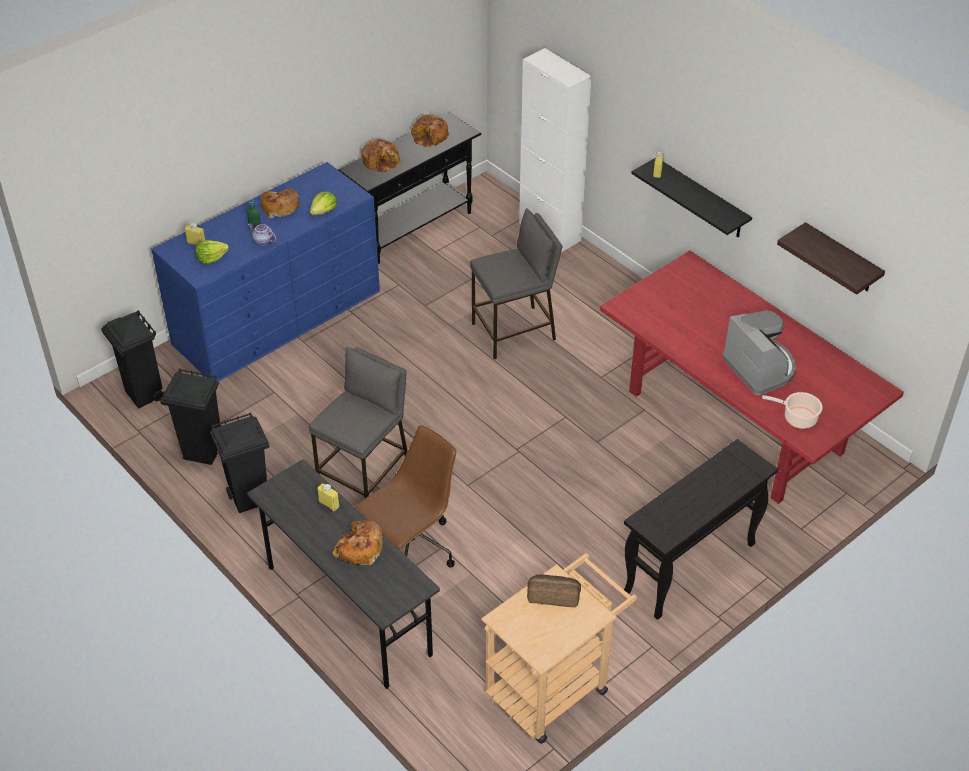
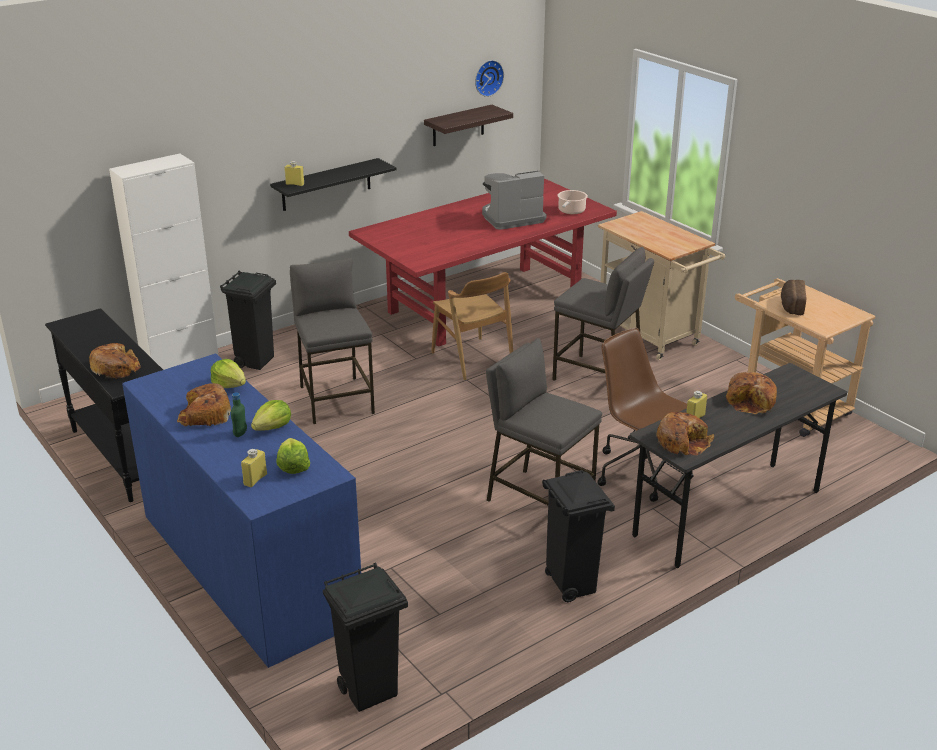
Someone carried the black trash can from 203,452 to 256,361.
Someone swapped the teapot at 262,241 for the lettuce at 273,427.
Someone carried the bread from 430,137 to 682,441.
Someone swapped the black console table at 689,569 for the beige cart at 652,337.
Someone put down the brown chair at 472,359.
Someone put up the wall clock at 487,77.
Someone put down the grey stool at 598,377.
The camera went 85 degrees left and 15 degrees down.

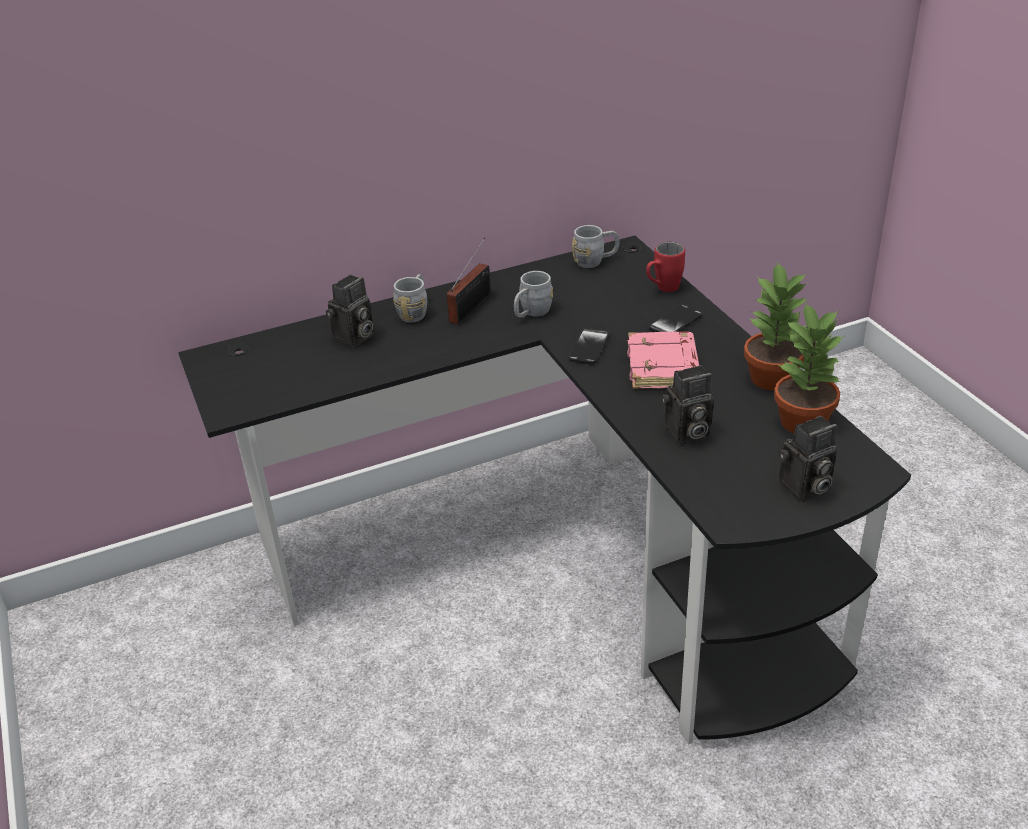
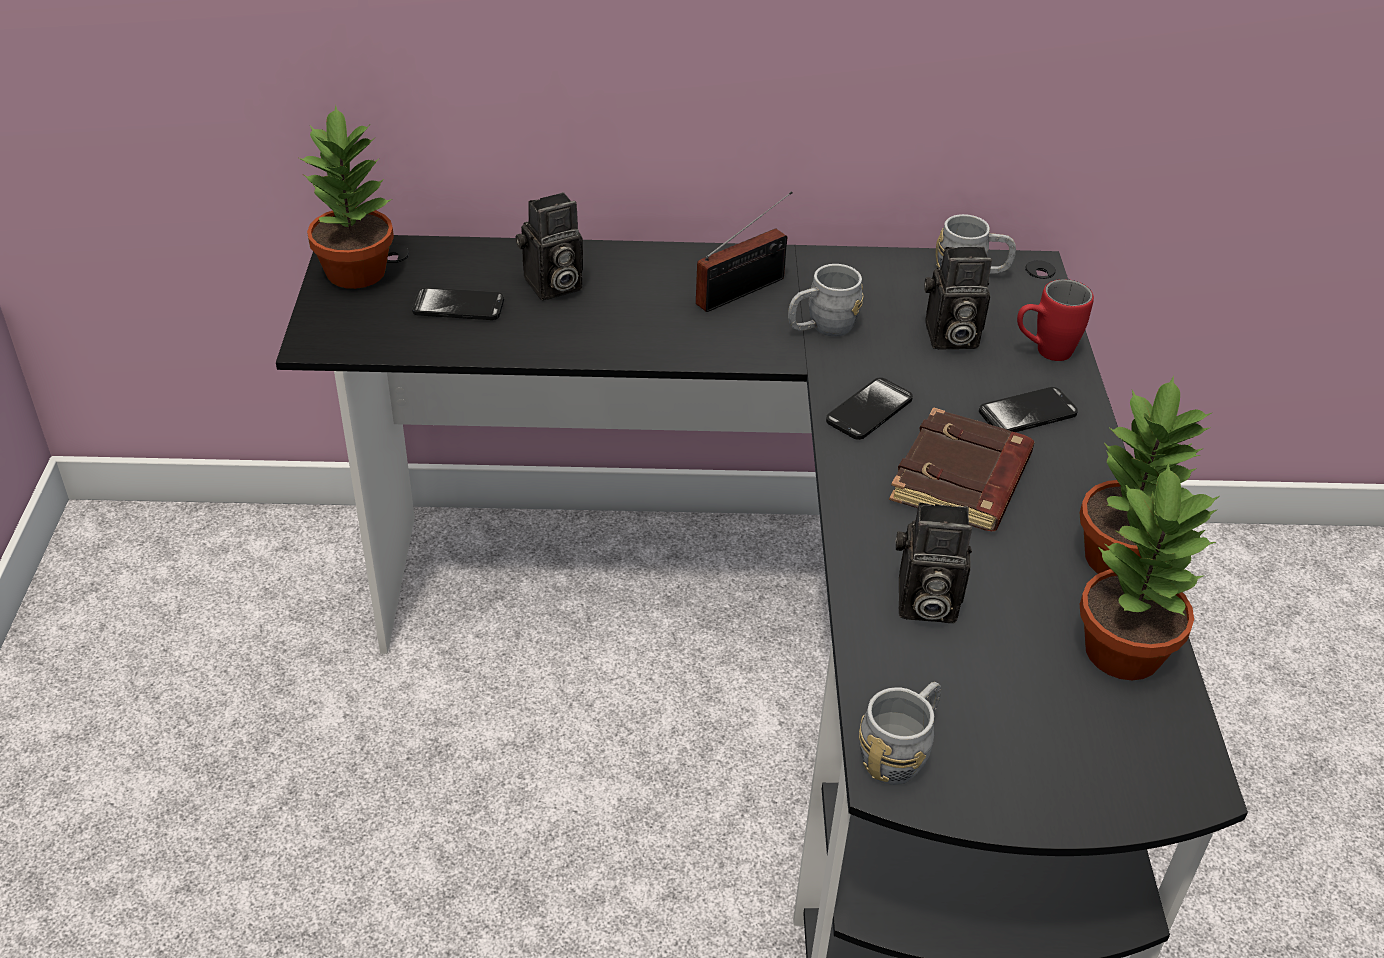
Someone carried the grey mug from 415,312 to 901,753.
Someone repainted the pink book at 664,367, which became the brown book at 962,481.
Someone carried the photo camera from 804,489 to 949,338.
Someone put down the potted plant at 357,271.
Someone put down the phone at 458,306.
The camera went 20 degrees right and 5 degrees up.

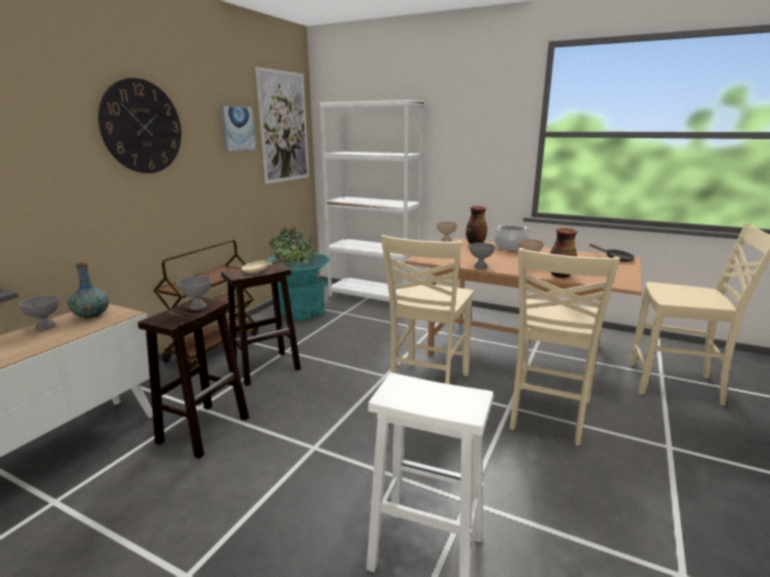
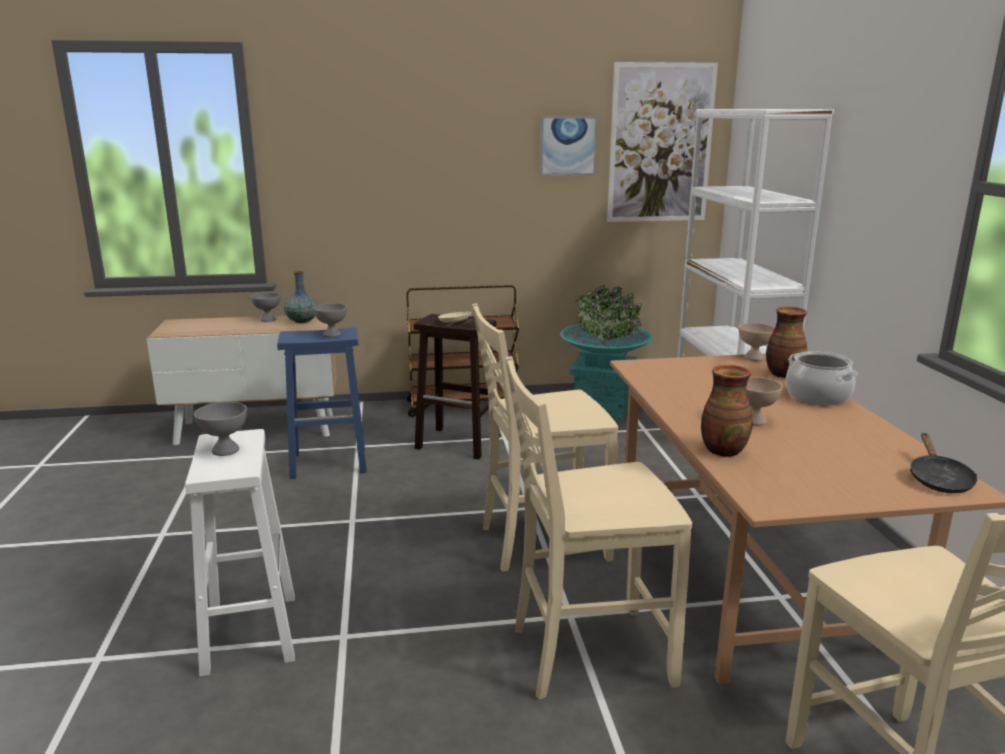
Someone took away the wall clock at 142,127.
Someone repainted the brown stool at 204,429, which became the blue stool at 330,462.
Someone carried the grey bowl from 481,266 to 225,451.
The camera went 55 degrees right and 0 degrees up.

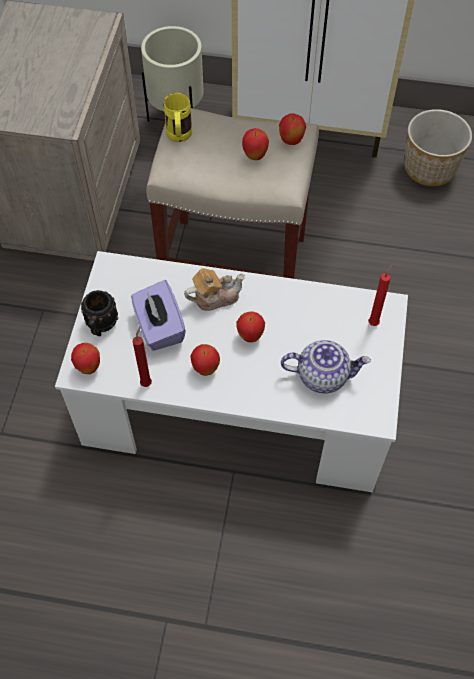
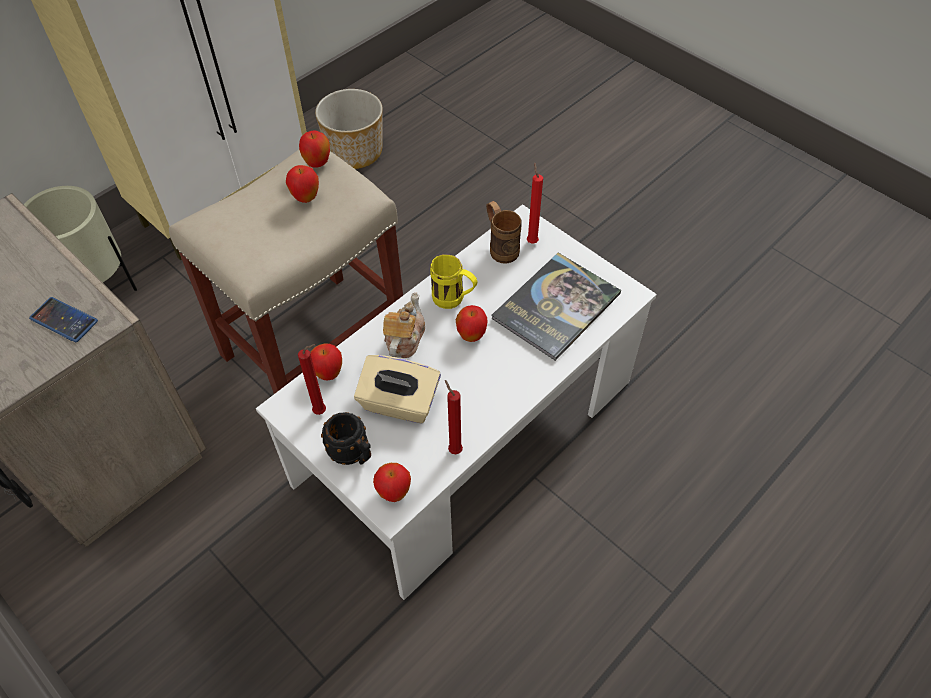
Someone repainted the purple tissue box at 159,327, which became the beige tissue box at 399,403.
Someone carried the yellow mug from 179,138 to 454,300.
Someone carried the apple from 205,369 to 328,374.
Someone swapped the teapot at 323,375 for the book at 556,306.
Someone put down the phone at 64,320.
Someone put down the red candle at 322,411.
Someone put down the brown mug at 500,247.
The camera went 55 degrees left and 5 degrees down.

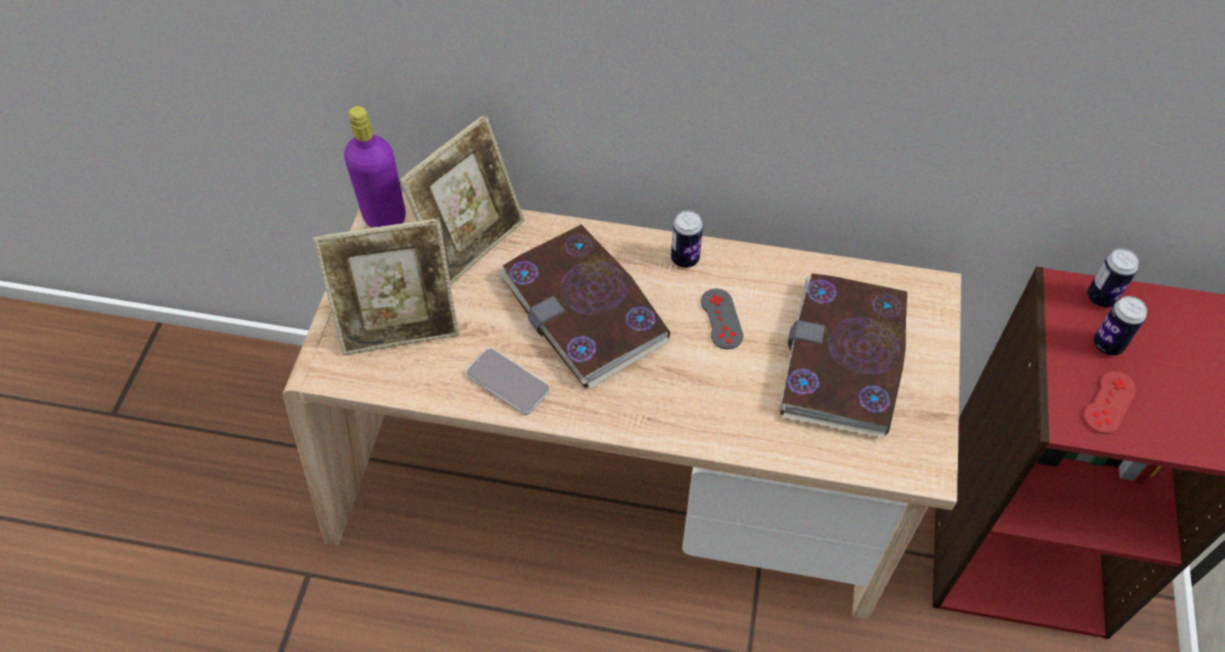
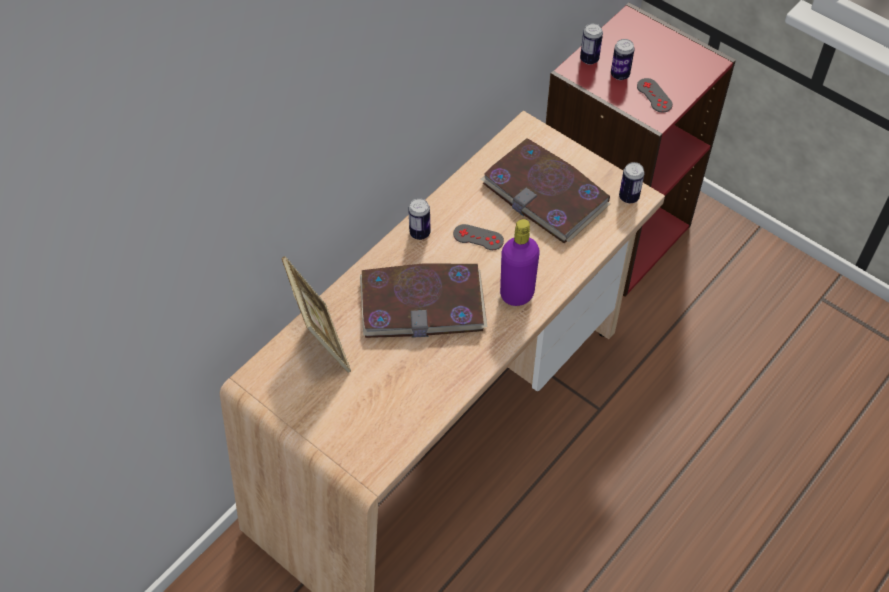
Someone took away the picture frame at 400,327.
Someone carried the purple bottle from 385,217 to 517,294.
Someone took away the phone at 507,382.
Someone repainted the red game controller at 1109,402, which became the grey game controller at 654,95.
Someone put down the can at 629,197.
The camera went 60 degrees left and 0 degrees up.

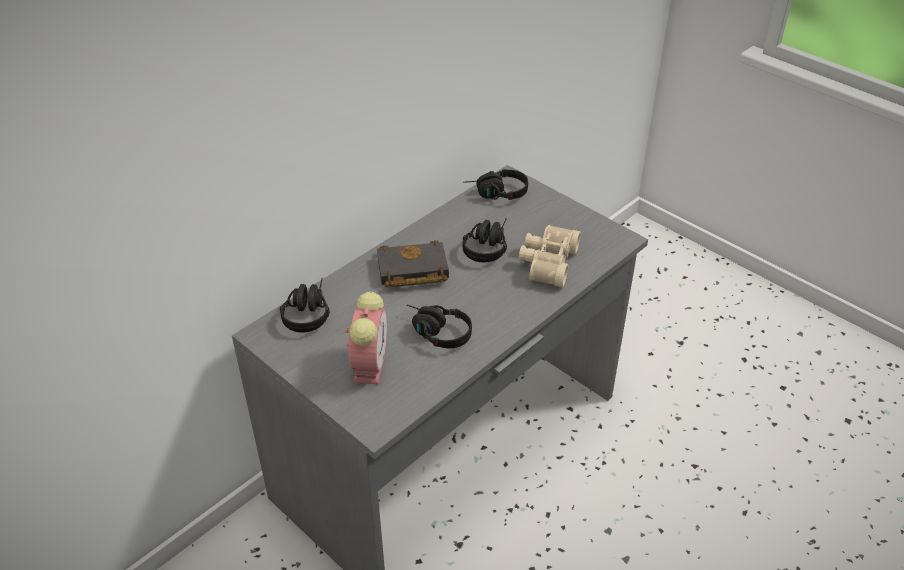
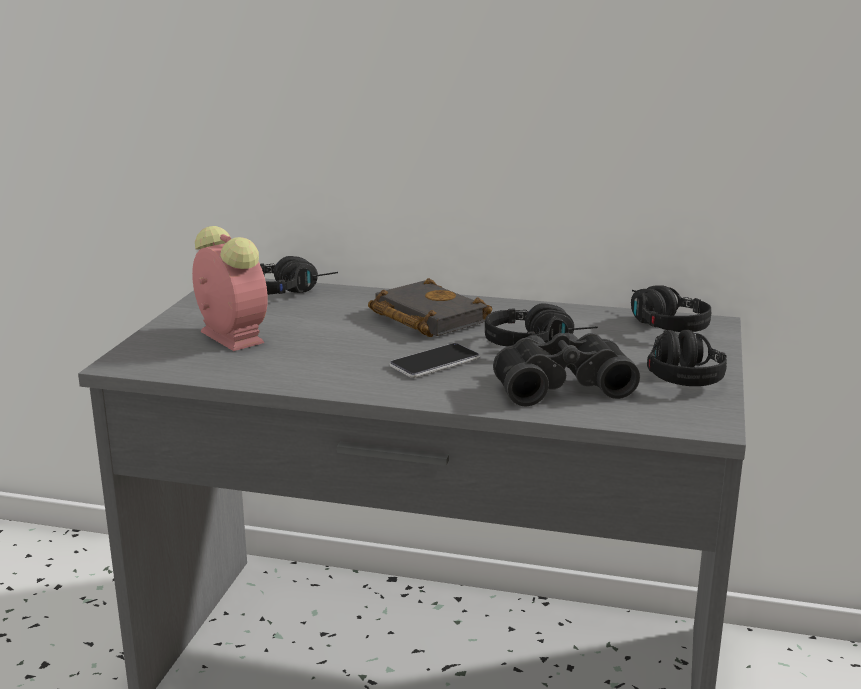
Someone rotated the alarm clock at 369,363 by 105 degrees counterclockwise.
Someone carried the black headphones from 435,332 to 679,372.
Someone repainted the beige binoculars at 546,262, which became the black binoculars at 560,384.
Someone put down the phone at 435,362.
The camera went 60 degrees right and 20 degrees down.

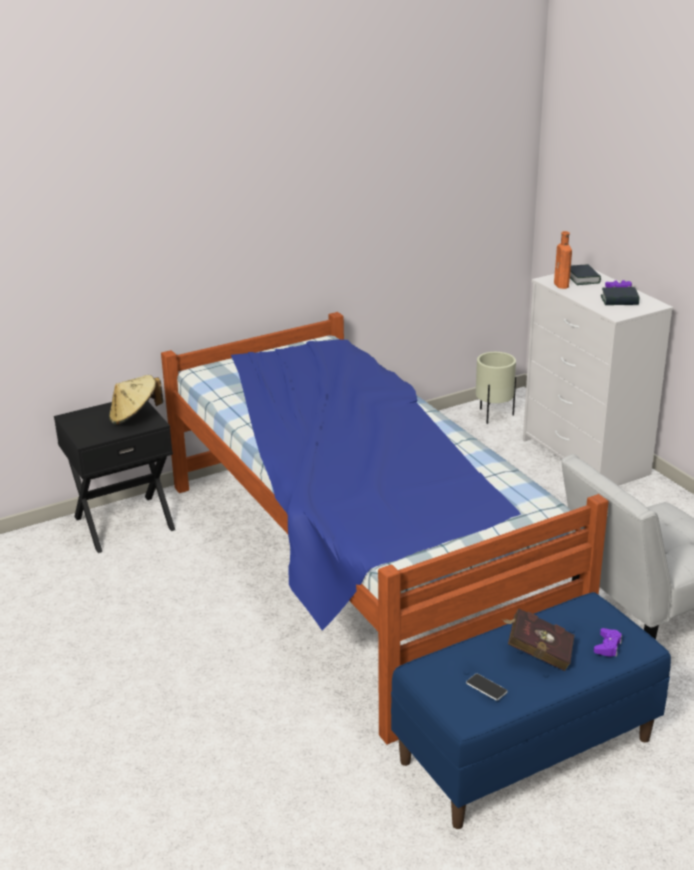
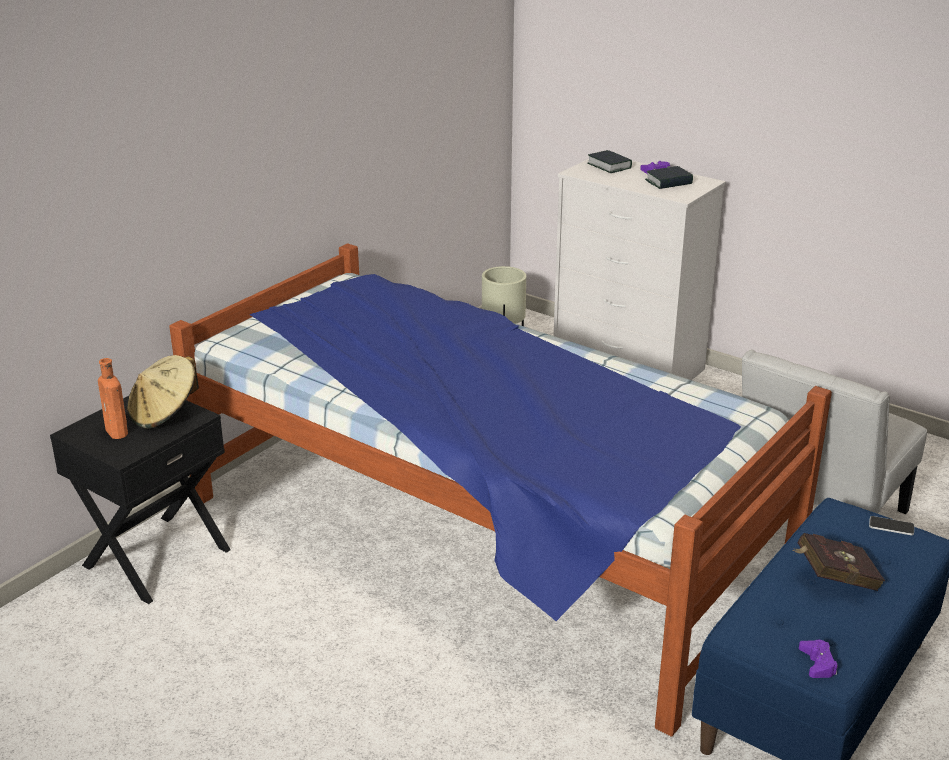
Someone carried the phone from 486,687 to 891,526.
Someone carried the orange bottle from 561,285 to 117,432.
Someone carried the purple game controller from 608,646 to 817,663.
The camera went 25 degrees left and 0 degrees up.

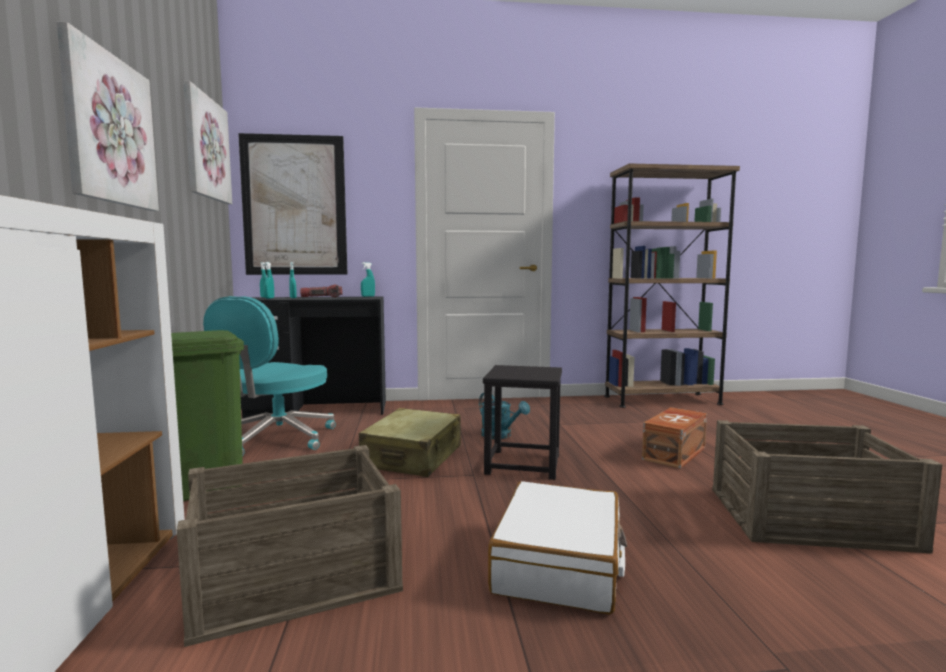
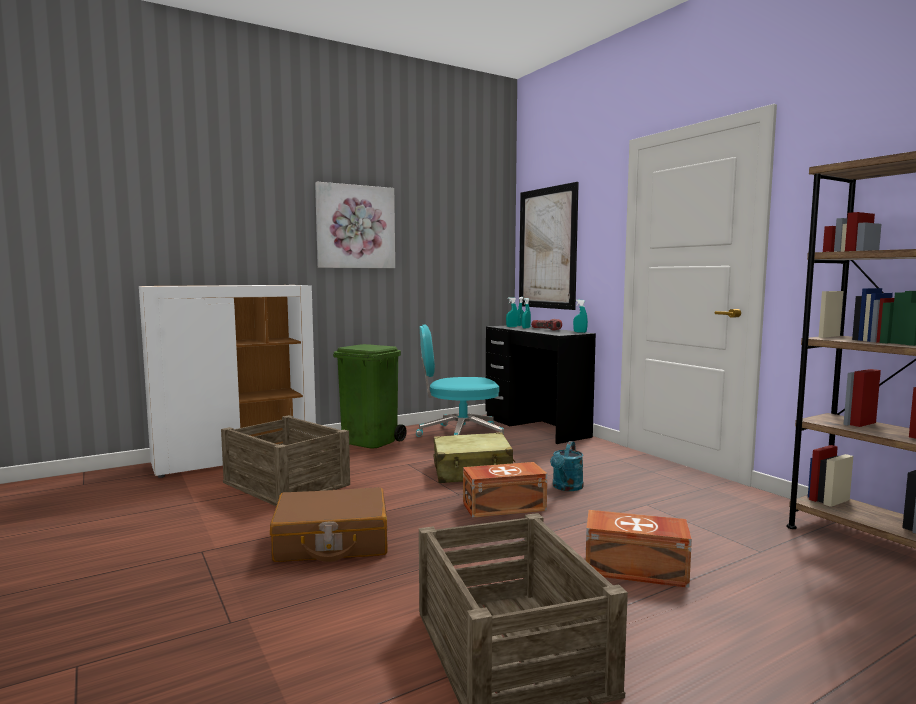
Someone took away the picture at 206,148.
Someone swapped the black stool at 522,464 for the brown storage box at 502,506.
Someone repainted the white suitcase at 560,564, which became the brown suitcase at 331,541.
The camera went 65 degrees right and 0 degrees up.

